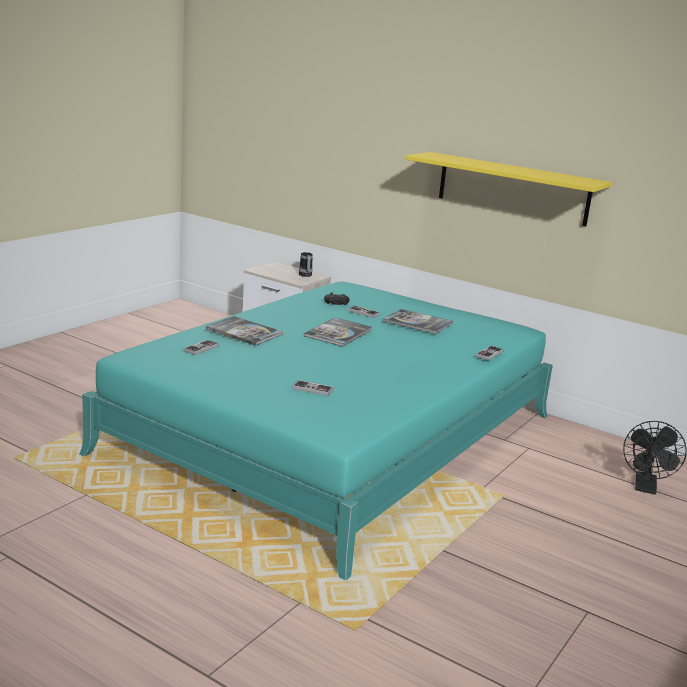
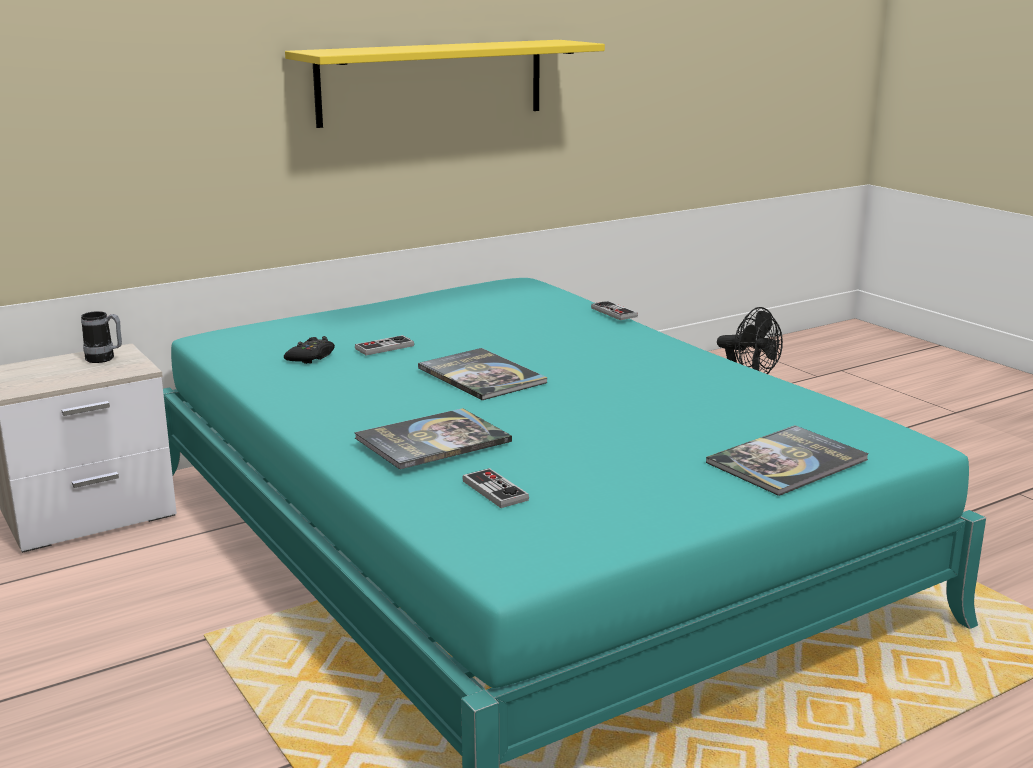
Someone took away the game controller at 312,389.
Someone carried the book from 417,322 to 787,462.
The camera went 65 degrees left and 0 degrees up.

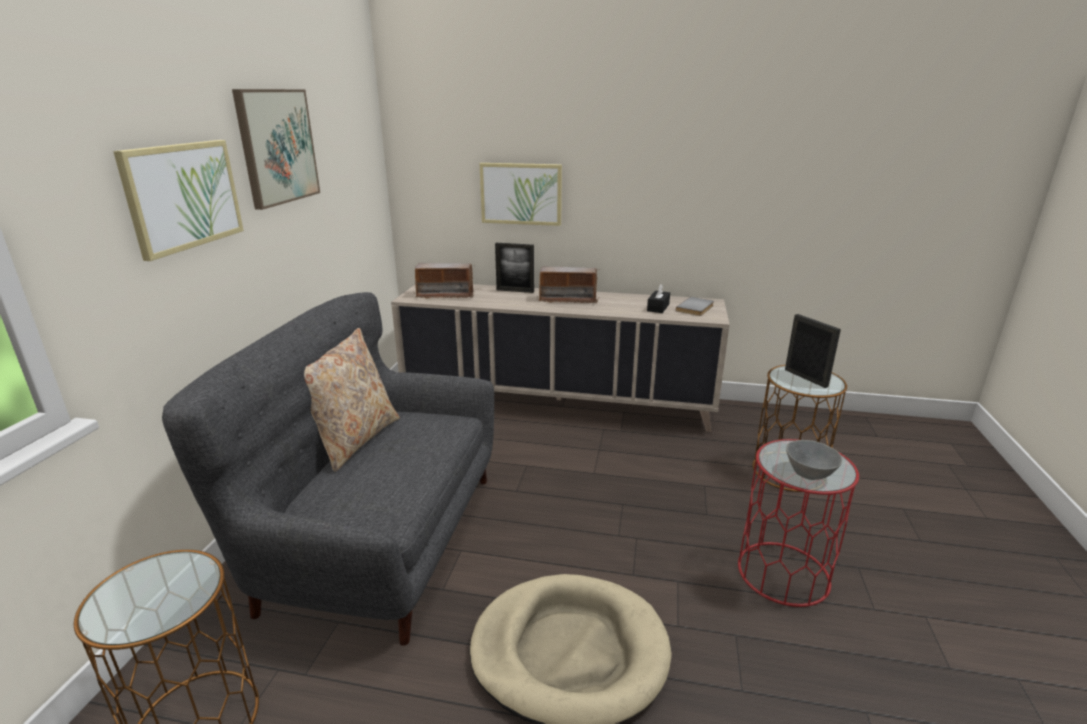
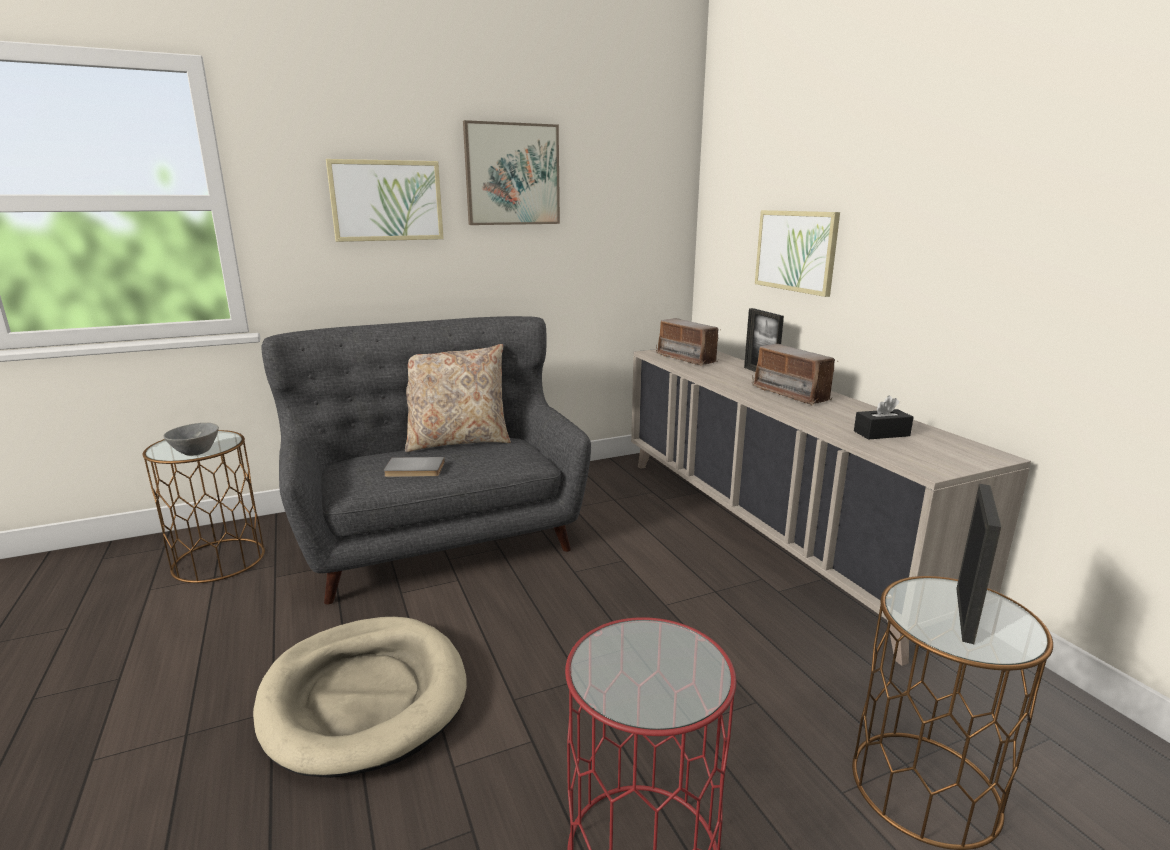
Someone carried the grey book from 696,308 to 414,470.
Someone carried the grey bowl from 809,474 to 194,452.
The camera went 55 degrees right and 5 degrees down.

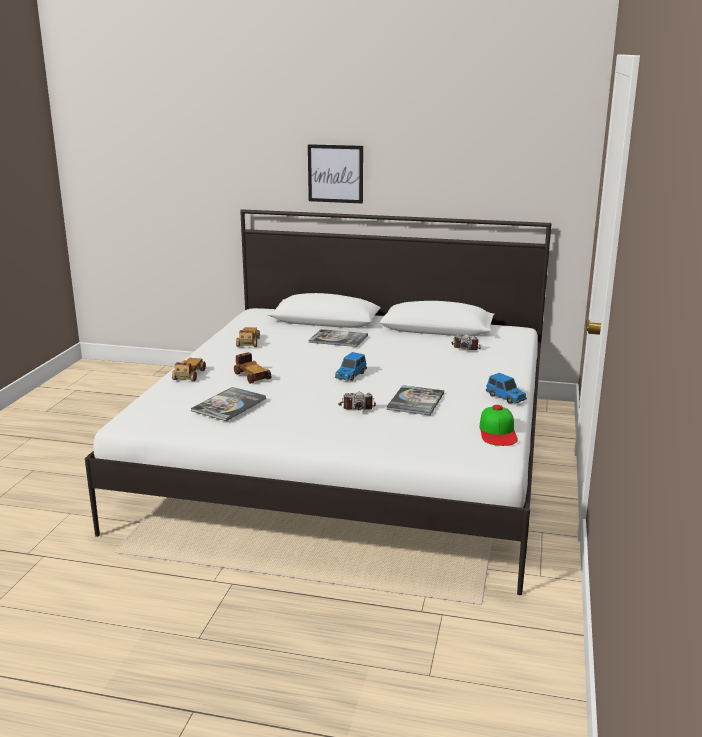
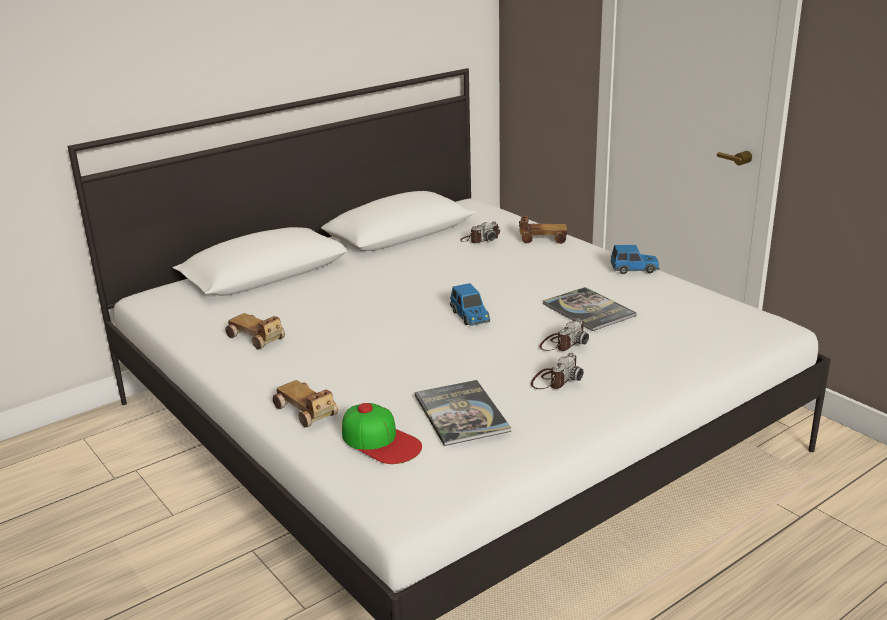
Someone carried the toy car from 252,376 to 542,238.
Someone took away the picture at 335,173.
Someone took away the book at 338,339.
Someone carried the cap from 498,432 to 380,441.
Someone put down the photo camera at 554,380.
The camera went 50 degrees left and 5 degrees up.

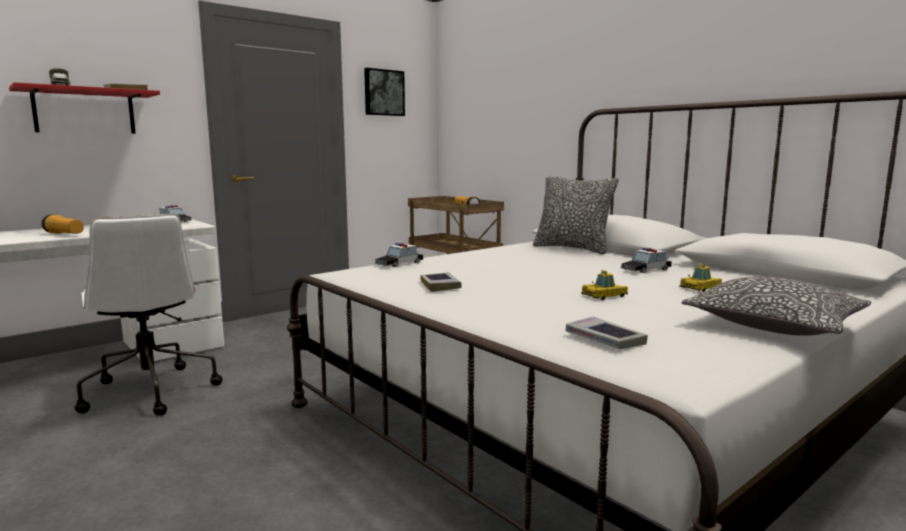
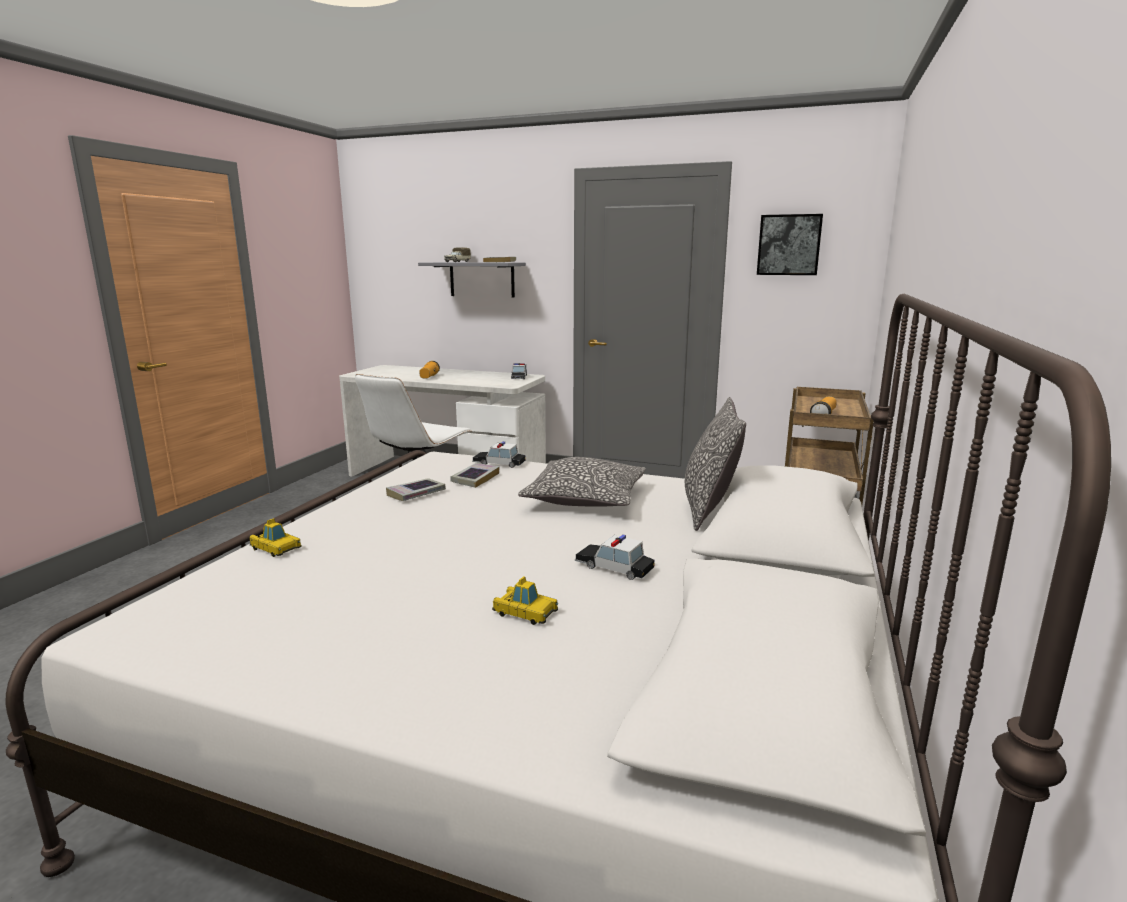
Someone repainted the red shelf at 84,111, which became the grey shelf at 482,279.
Someone carried the book from 604,339 to 475,479.
Someone carried the toy car from 604,296 to 276,548.
Someone carried the pillow from 774,325 to 585,498.
The camera went 60 degrees right and 5 degrees up.

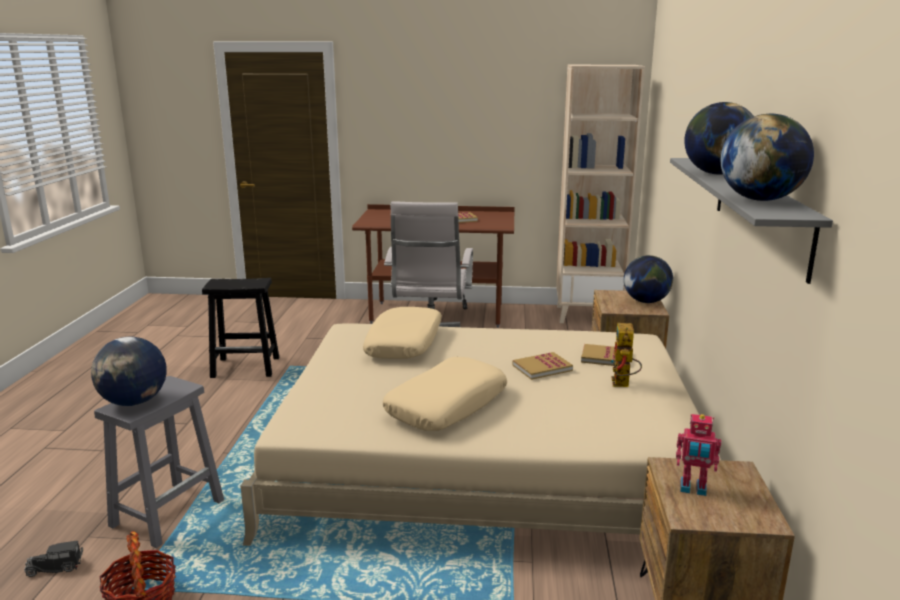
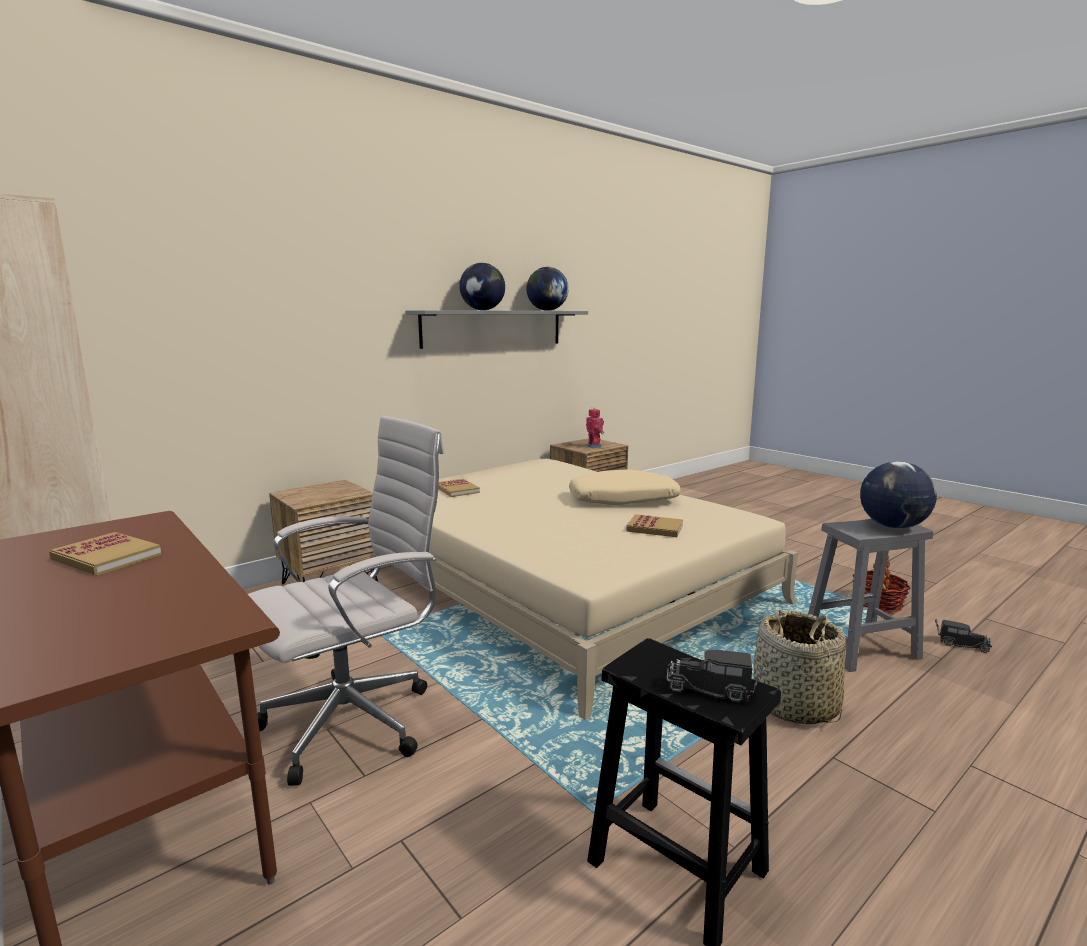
Someone took away the beige pillow at 405,344.
Someone carried the book from 542,368 to 654,528.
Someone took away the toy robot at 623,385.
Someone took away the globe at 646,301.
Someone put down the toy truck at 713,689.
Someone put down the basket at 795,705.
The camera went 135 degrees left and 5 degrees down.

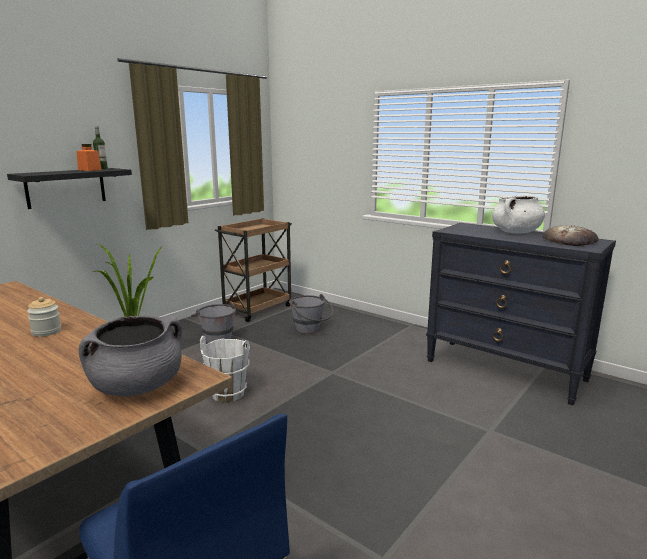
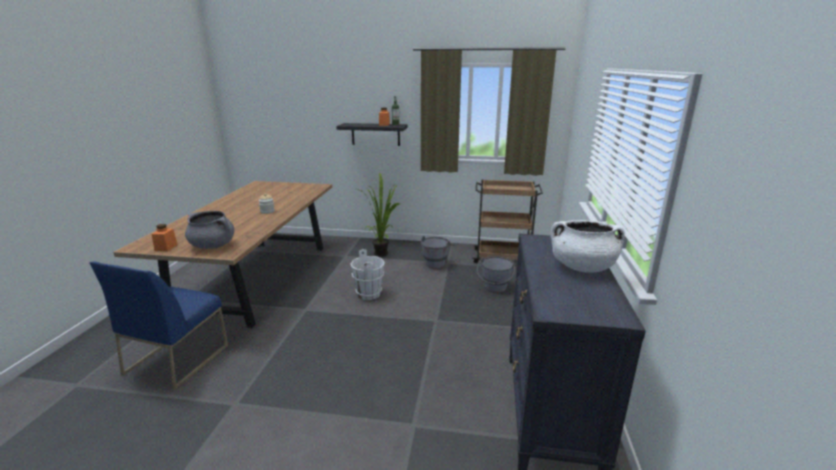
Someone took away the bread at 569,240.
Someone put down the orange jar at 166,247.
The camera went 60 degrees right and 5 degrees up.

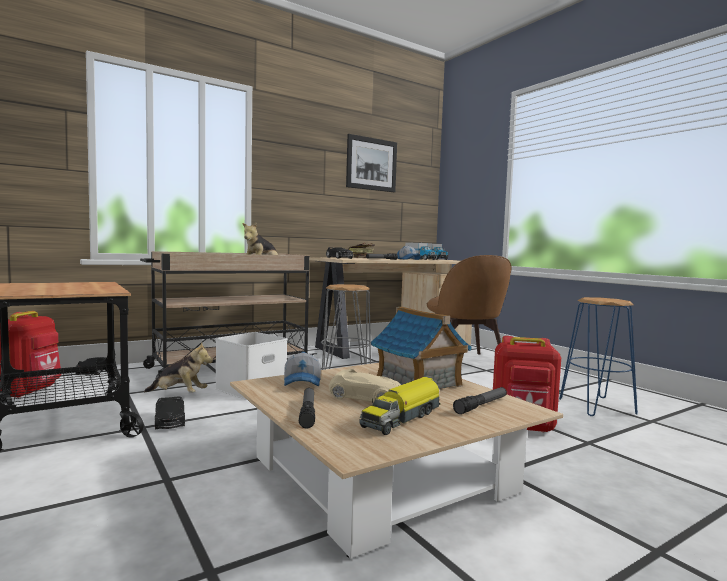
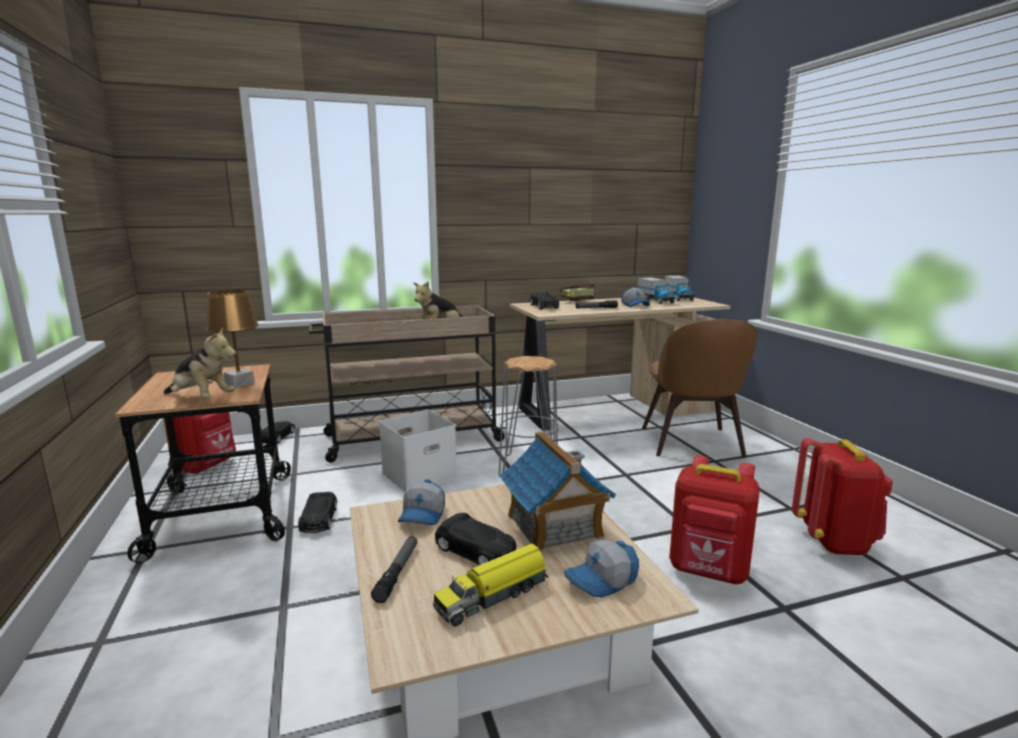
Someone carried the plush toy from 179,394 to 201,399.
Someone repainted the beige toy car at 366,398, which became the black toy car at 476,551.
Someone took away the picture at 371,164.
Someone swapped the flashlight at 481,405 for the cap at 602,580.
Someone swapped the blue stool at 596,406 for the red backpack at 834,541.
Someone put down the brown table lamp at 239,384.
The camera went 15 degrees right and 10 degrees up.

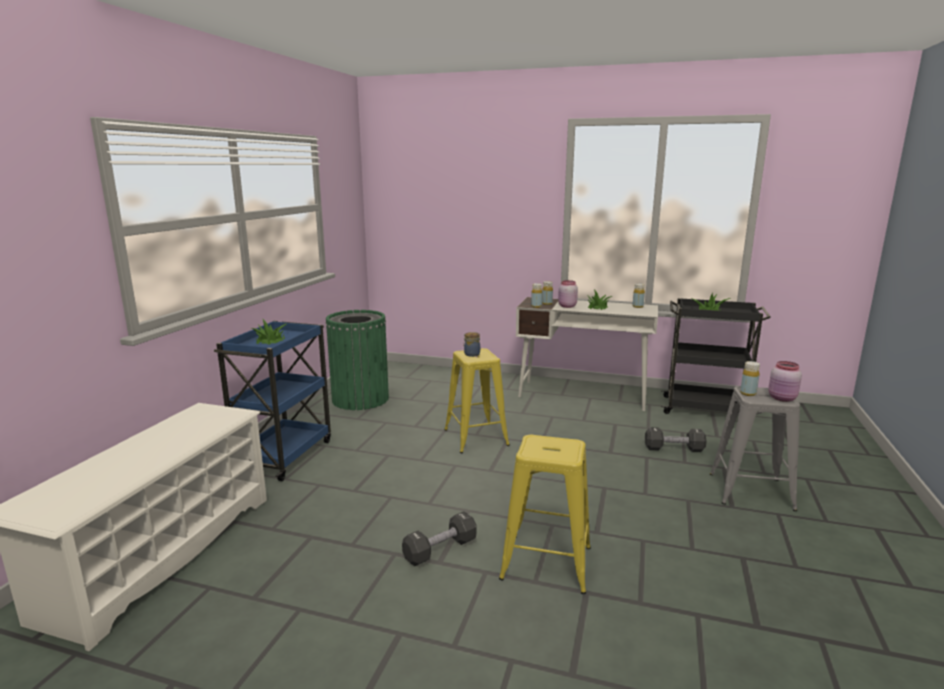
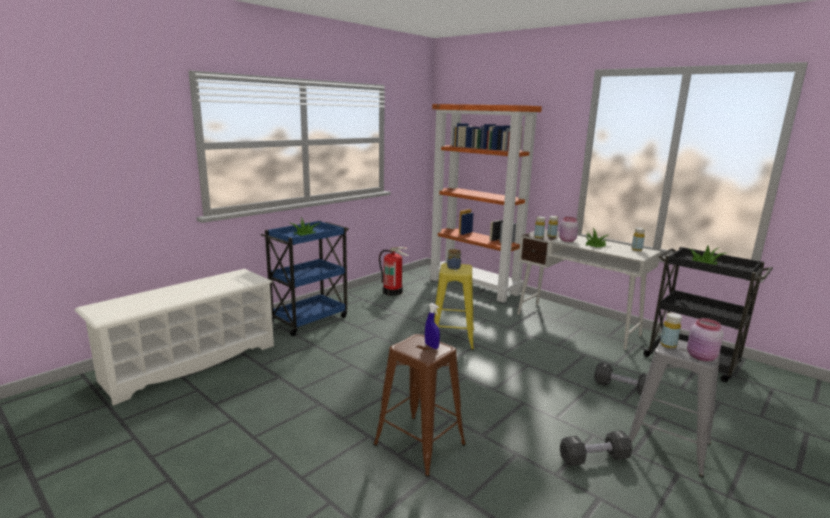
Someone swapped the green trash can at 360,399 for the fire extinguisher at 393,292.
Someone carried the black dumbbell from 440,550 to 594,458.
Someone repainted the yellow stool at 546,563, which became the brown stool at 419,444.
Someone put down the blue spray bottle at 431,346.
Someone put down the orange bookcase at 474,286.
The camera went 25 degrees right and 0 degrees up.

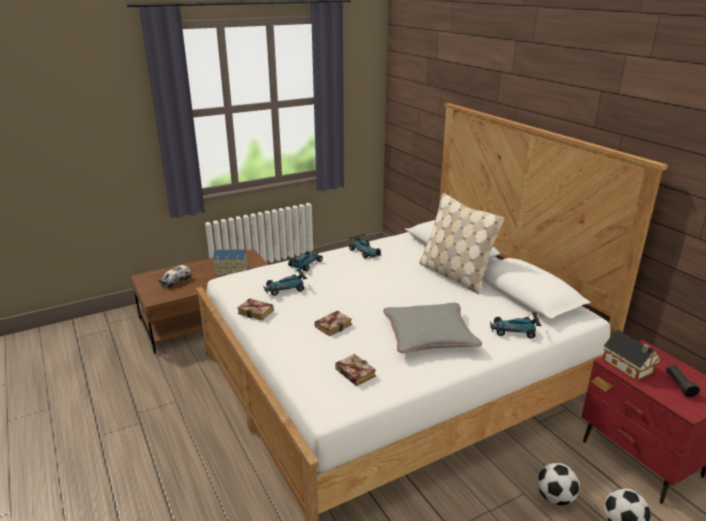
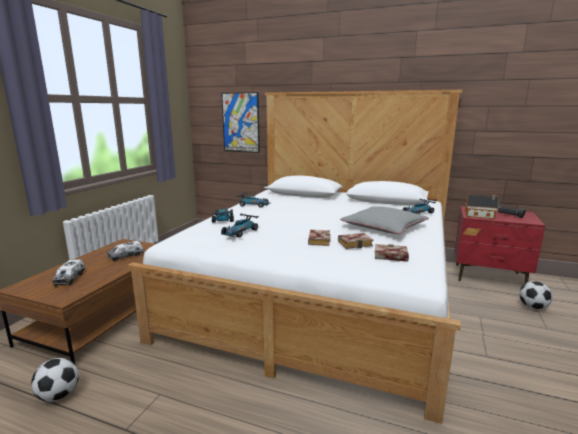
Someone swapped the toy house at 231,272 for the toy truck at 126,256.
Someone carried the book from 257,312 to 355,243.
Someone took away the beige pillow at 454,275.
Someone carried the football from 555,498 to 58,396.
Someone put up the picture at 240,122.
The camera went 40 degrees left and 10 degrees down.

